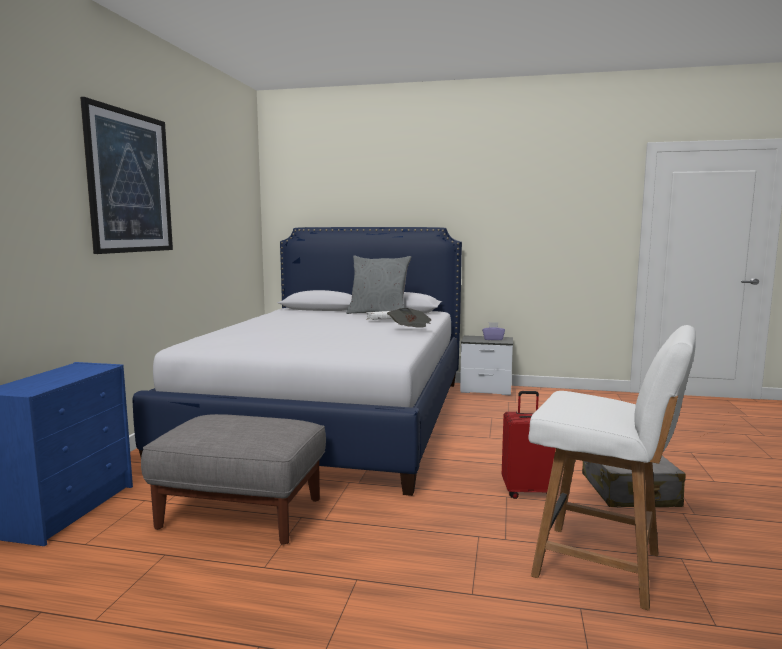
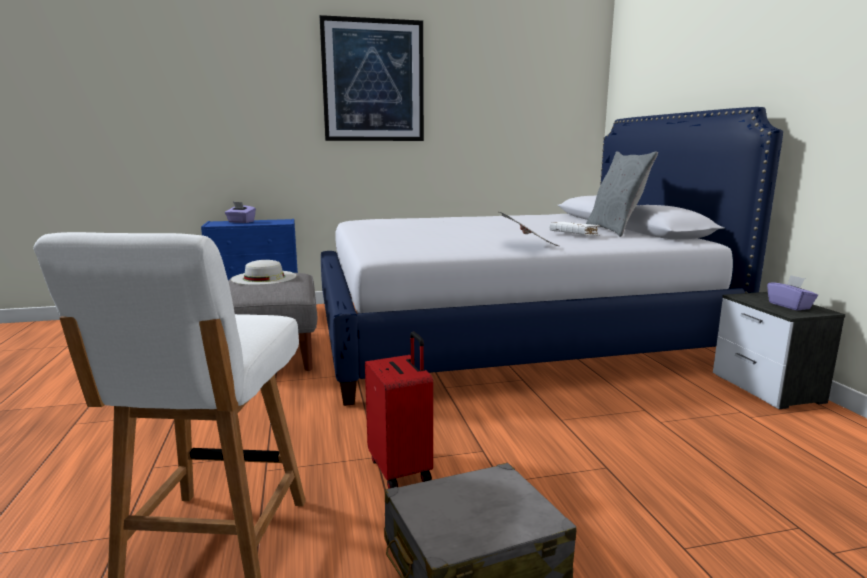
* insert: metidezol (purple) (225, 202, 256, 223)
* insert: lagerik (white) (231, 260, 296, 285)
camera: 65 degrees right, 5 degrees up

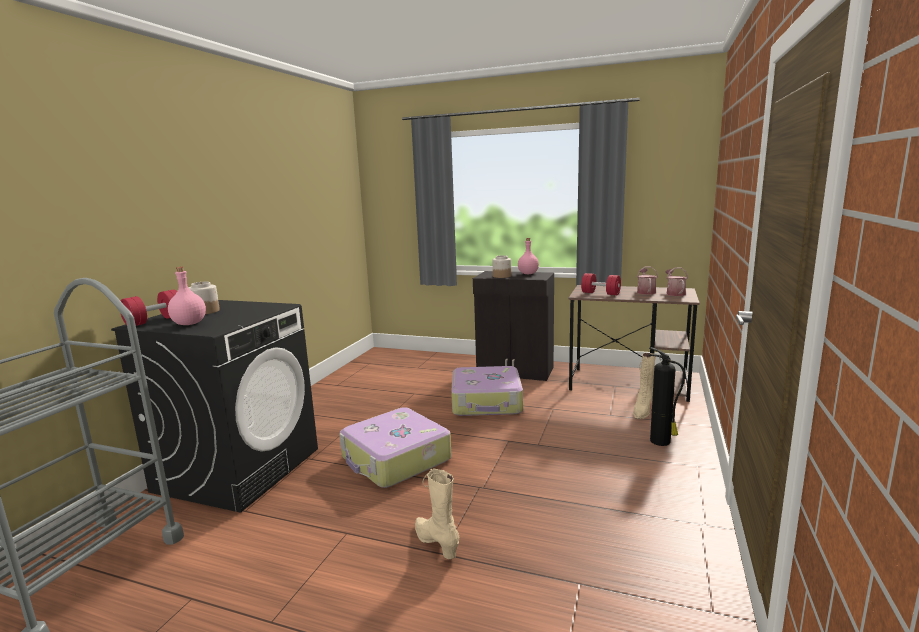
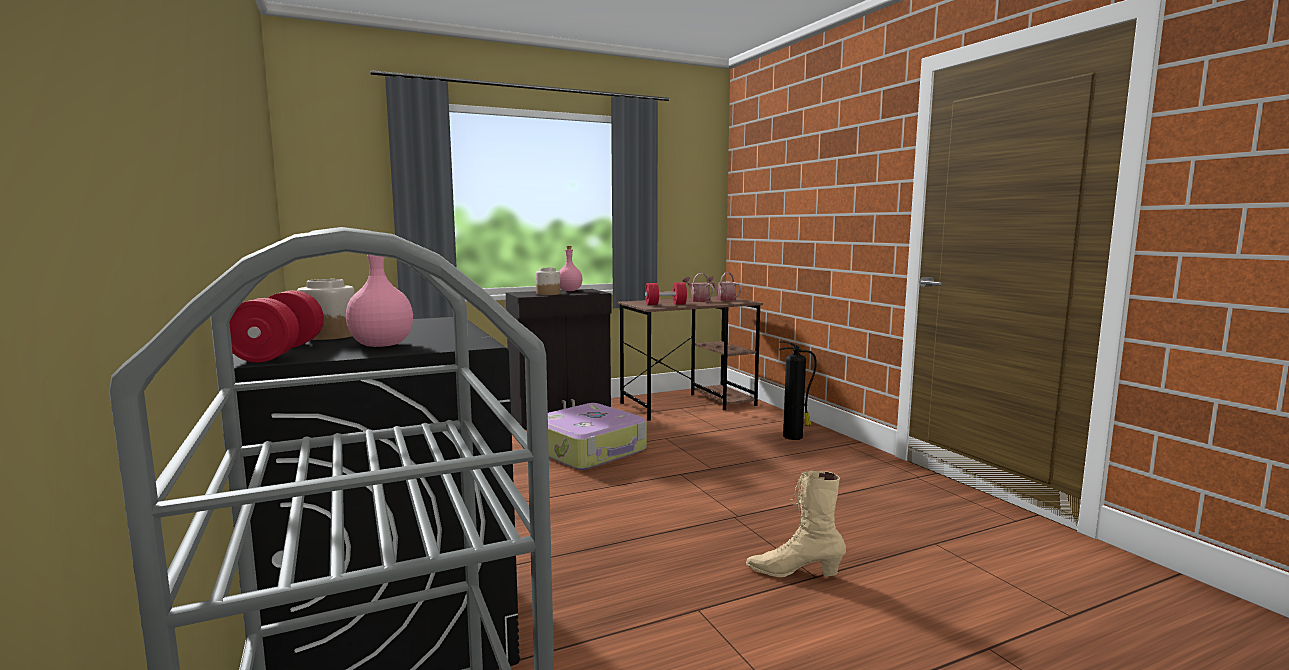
* delete: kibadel (339, 407, 452, 488)
* delete: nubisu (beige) (633, 353, 656, 419)
camera: 45 degrees left, 5 degrees down

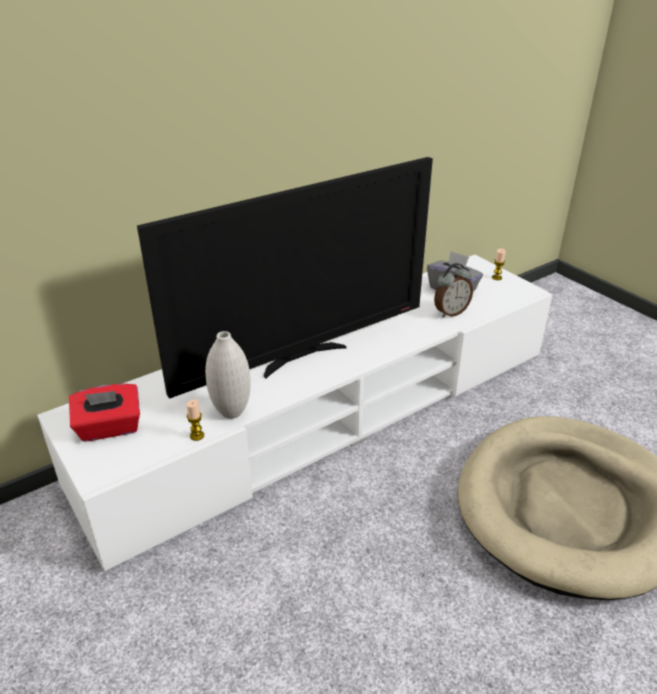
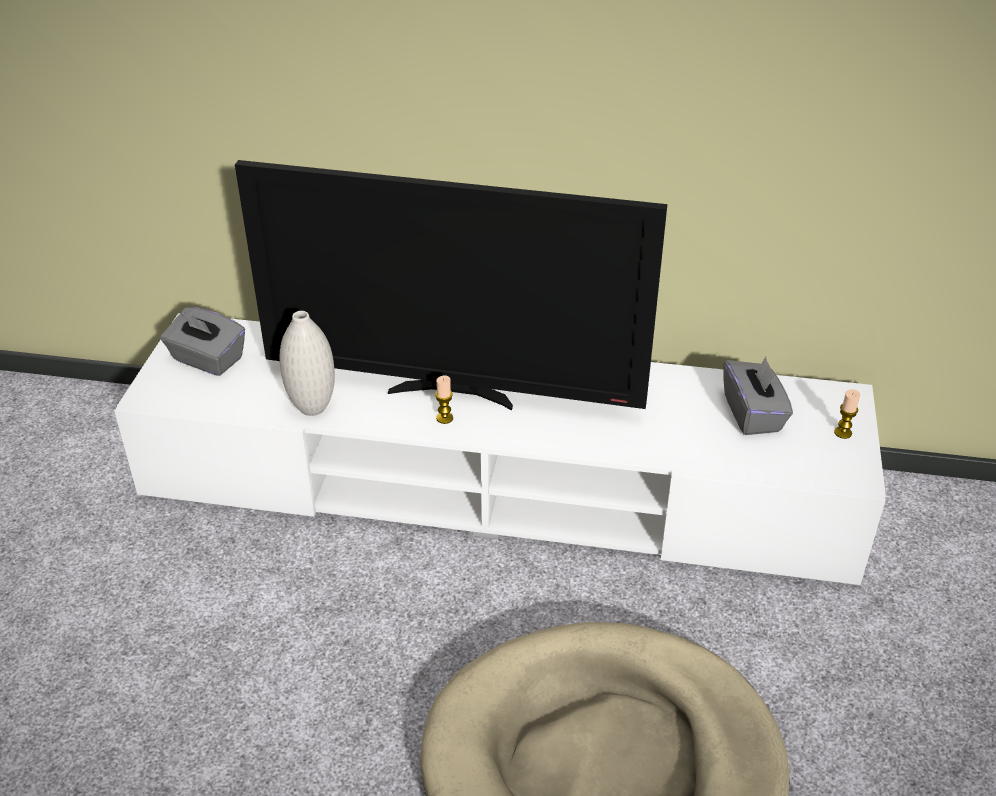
* delete: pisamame (434, 263, 473, 318)
* move: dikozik (186, 399, 204, 441) to (435, 375, 453, 424)
* recolor: metidezol (red) (69, 384, 140, 442) to metidezol (grey) (161, 307, 245, 376)
camera: 45 degrees right, 5 degrees up

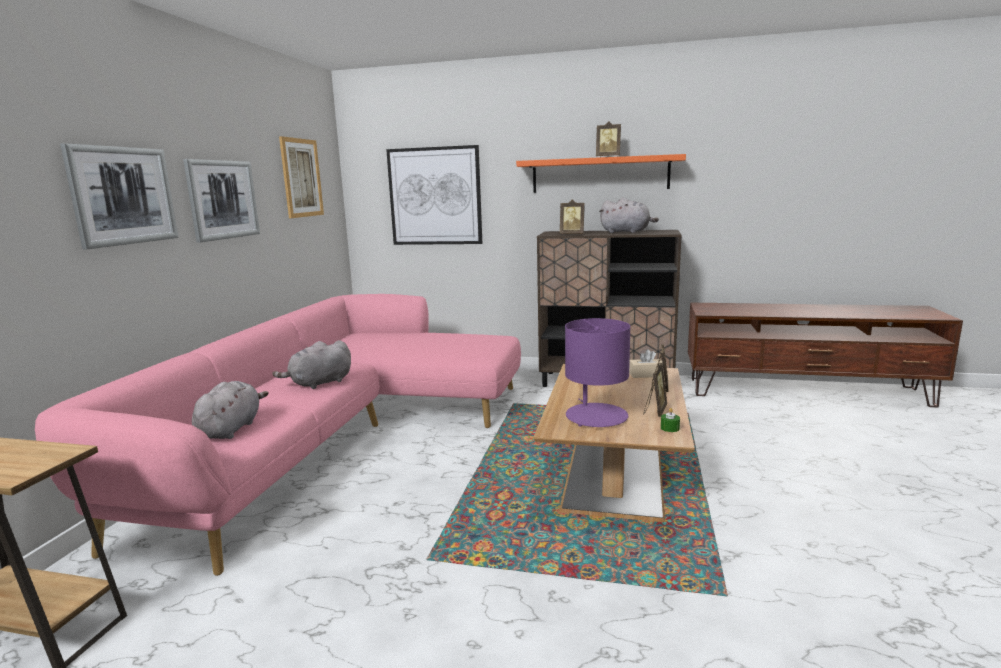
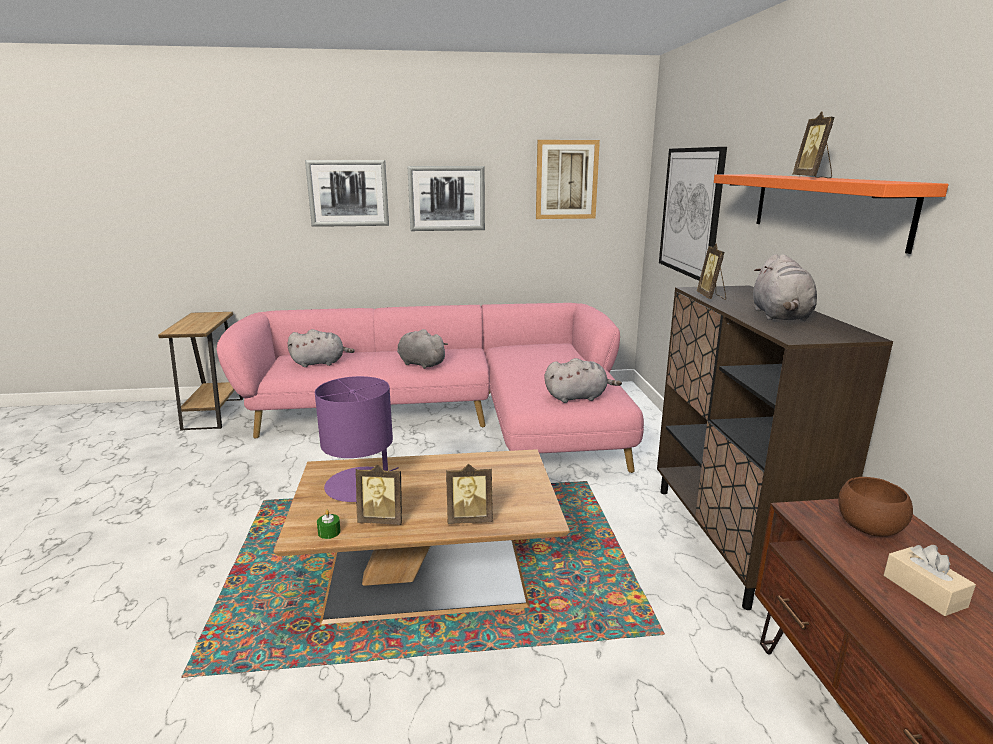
* insert: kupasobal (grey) (545, 358, 622, 403)
* insert: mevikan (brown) (838, 477, 913, 536)
* move: metidezol (beige) (629, 349, 664, 378) to (884, 545, 976, 616)
camera: 70 degrees right, 5 degrees up

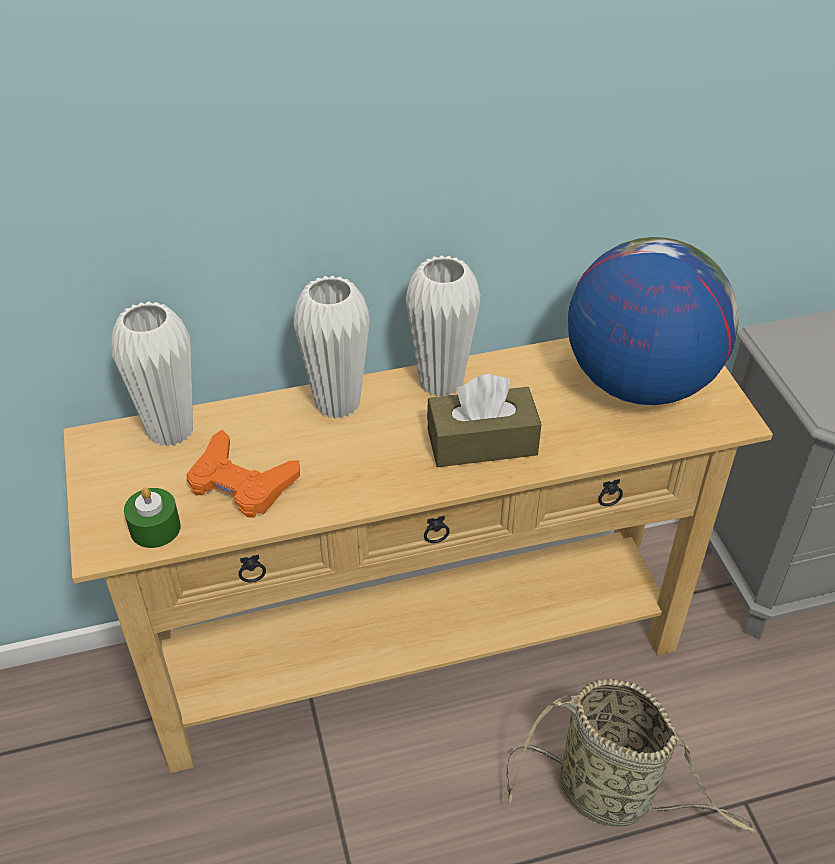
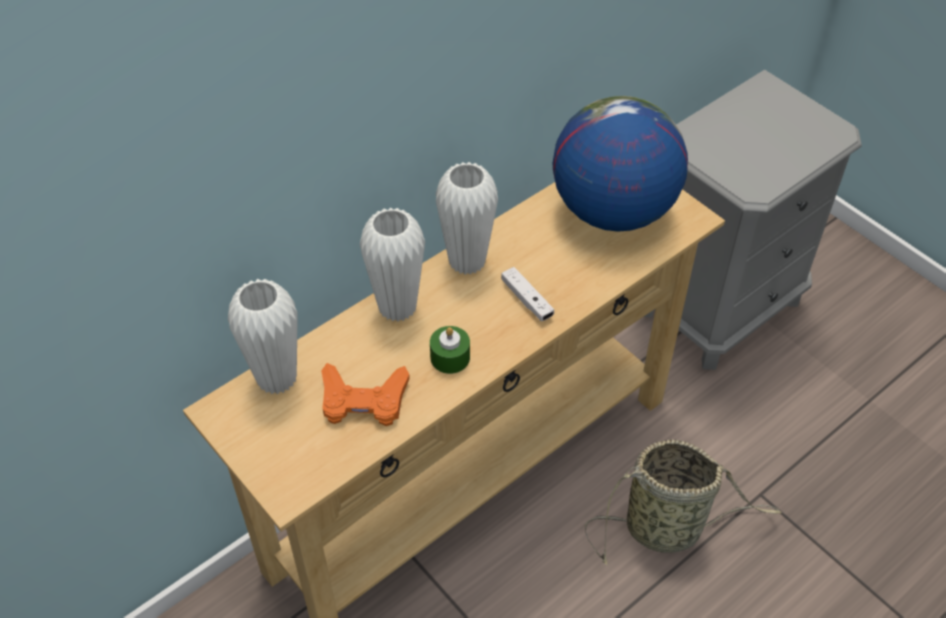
* move: dikozik (green) (124, 488, 181, 548) to (430, 326, 470, 374)
* replace: metidezol (brown) (427, 374, 542, 467) to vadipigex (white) (501, 267, 554, 321)
camera: 25 degrees left, 5 degrees up

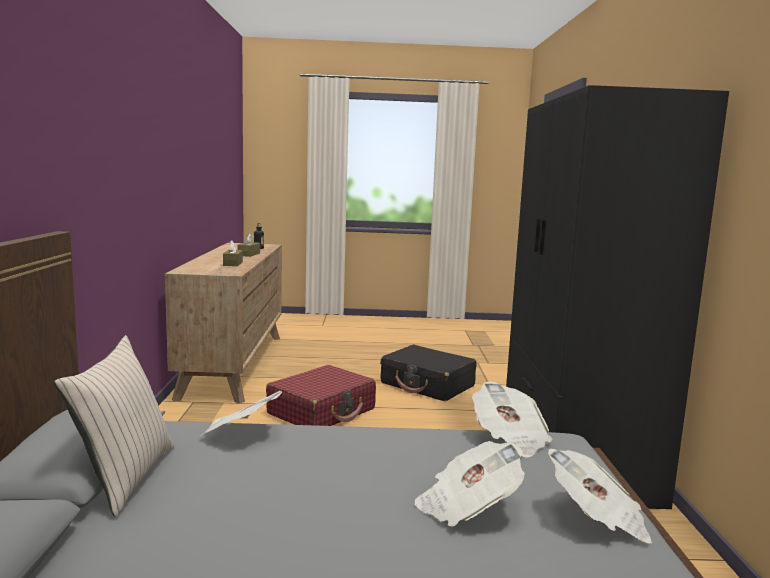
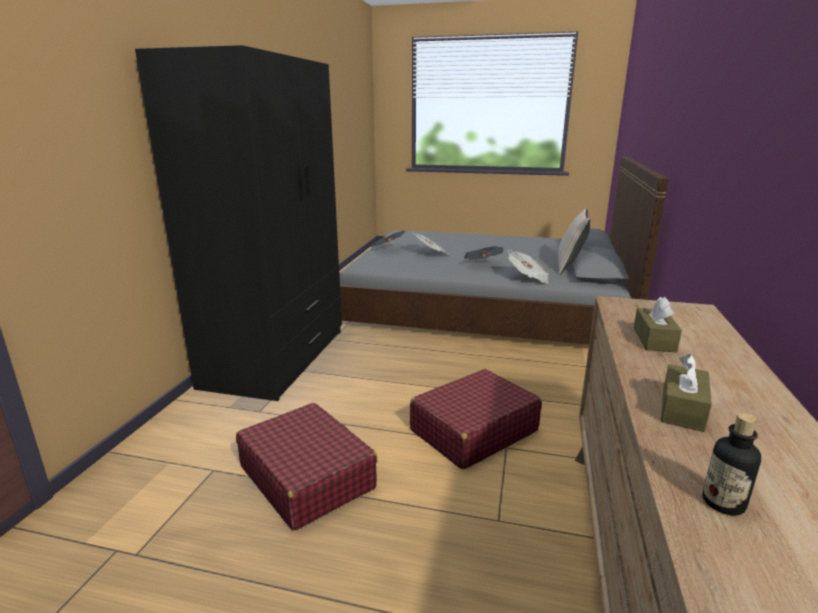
* move: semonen (472, 381, 553, 458) to (464, 246, 503, 260)
* recolor: kibadel (black) (380, 345, 477, 401) to kibadel (red) (236, 403, 377, 531)
camera: 165 degrees left, 10 degrees up

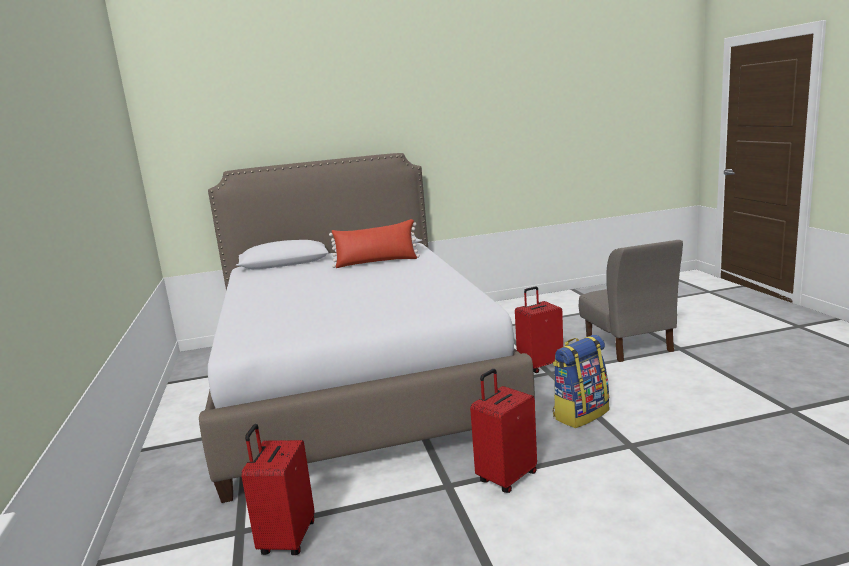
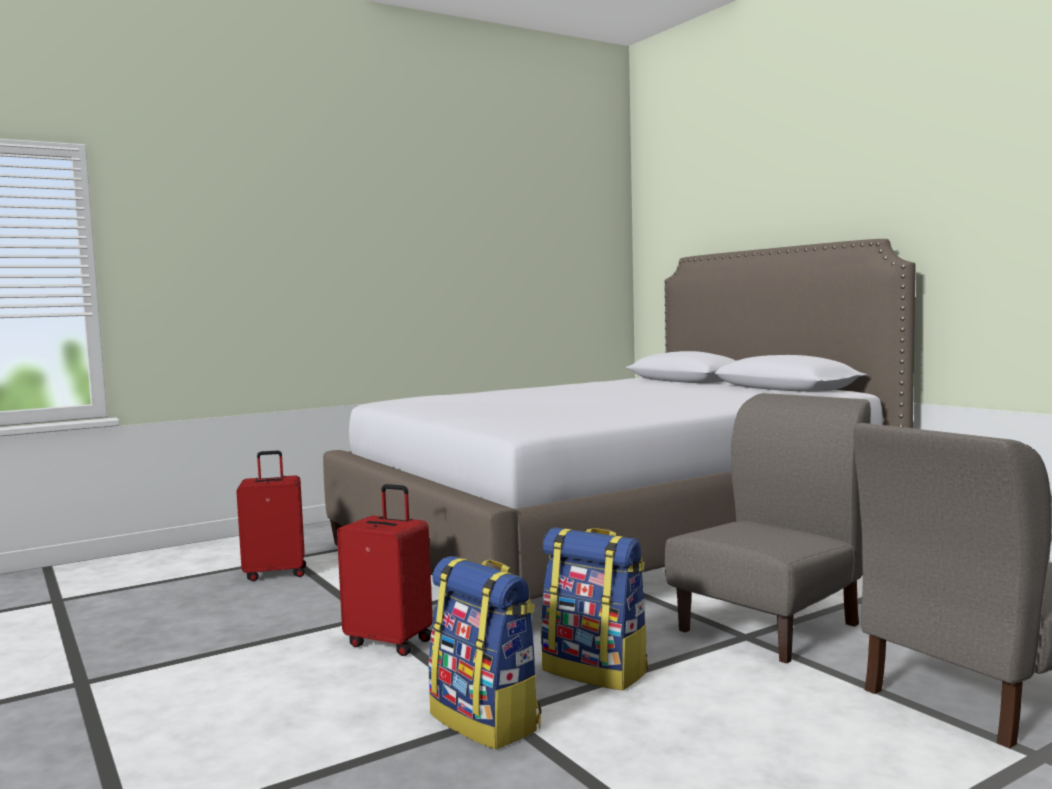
* delete: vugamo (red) (329, 219, 420, 268)
* insert: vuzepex (428, 556, 541, 749)
* replace: kibadel (red) (515, 286, 563, 373) to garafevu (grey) (665, 393, 871, 664)
camera: 70 degrees right, 10 degrees down

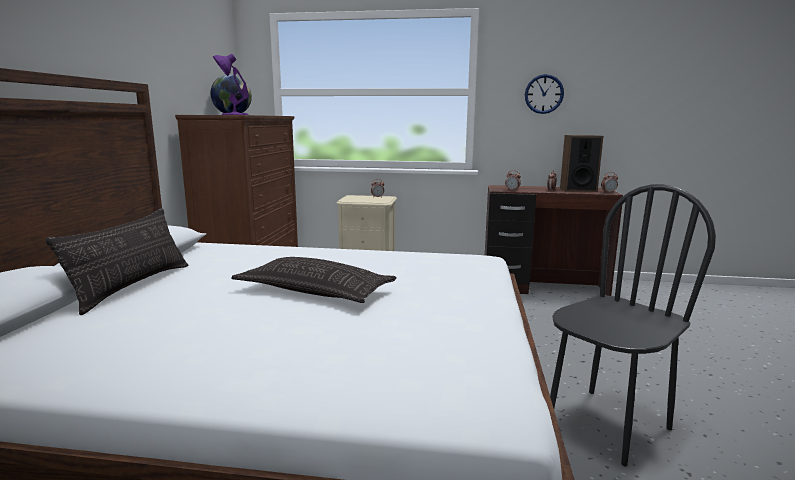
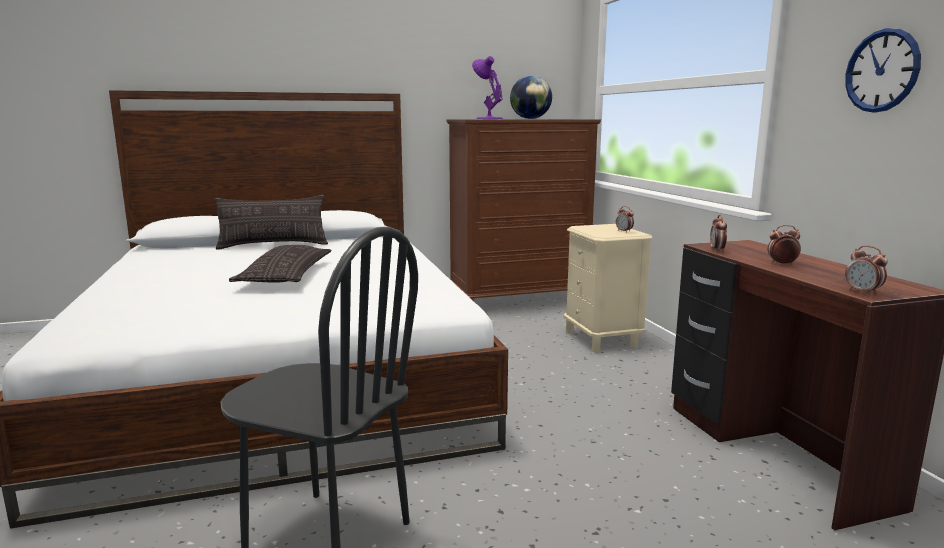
* delete: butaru (560, 135, 603, 192)
camera: 65 degrees right, 0 degrees up

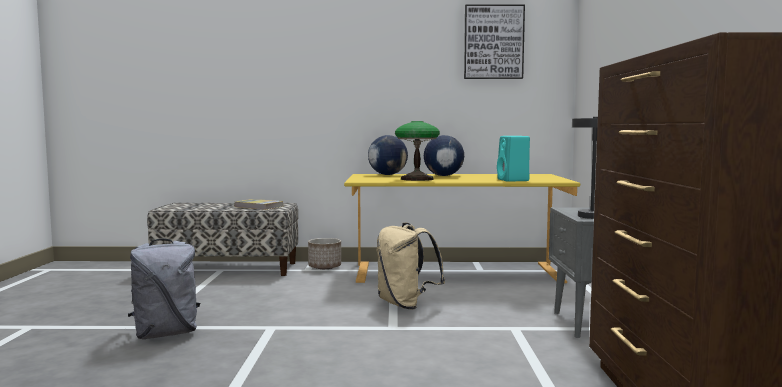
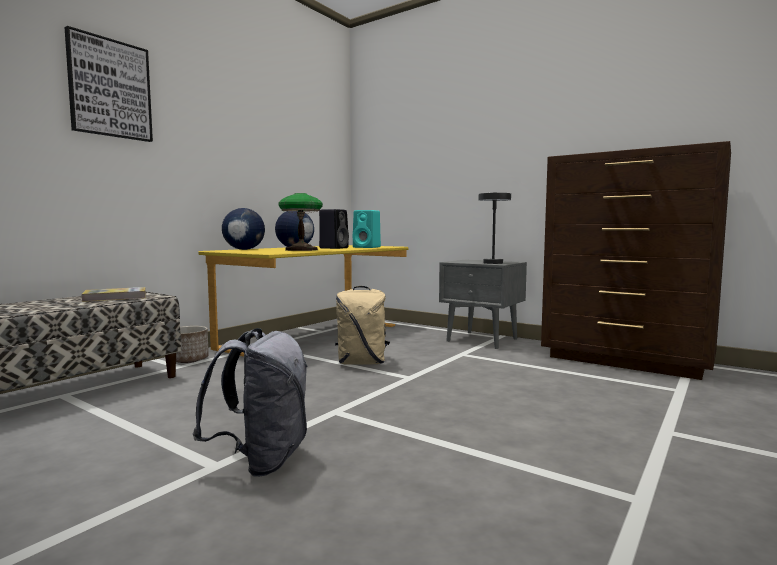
* insert: butaru (black) (319, 209, 349, 249)
* move: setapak (464, 4, 525, 79) to (64, 26, 153, 142)
camera: 55 degrees left, 0 degrees up

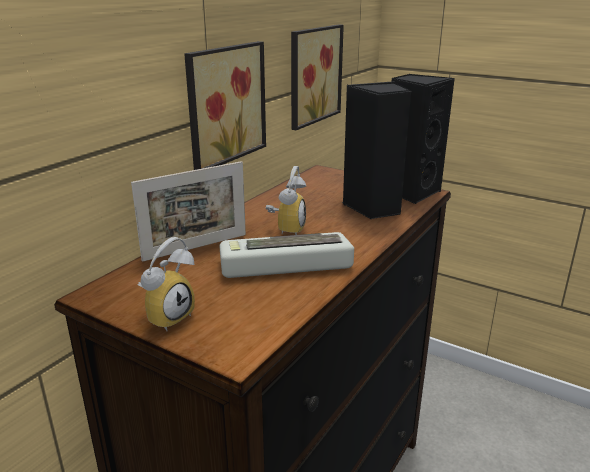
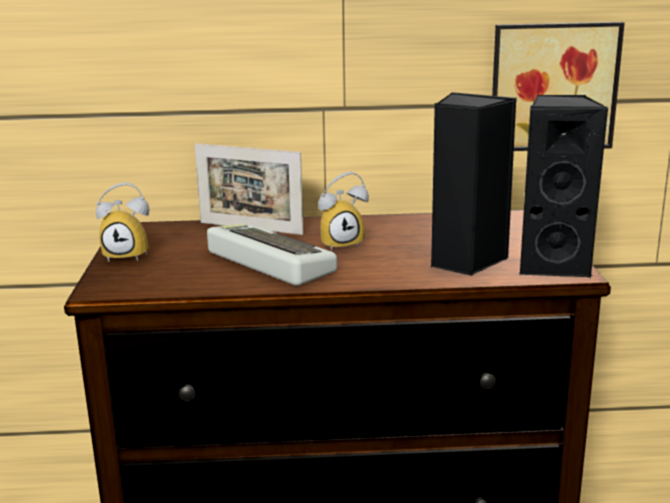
* delete: setapak (184, 41, 266, 170)
camera: 55 degrees right, 5 degrees down

